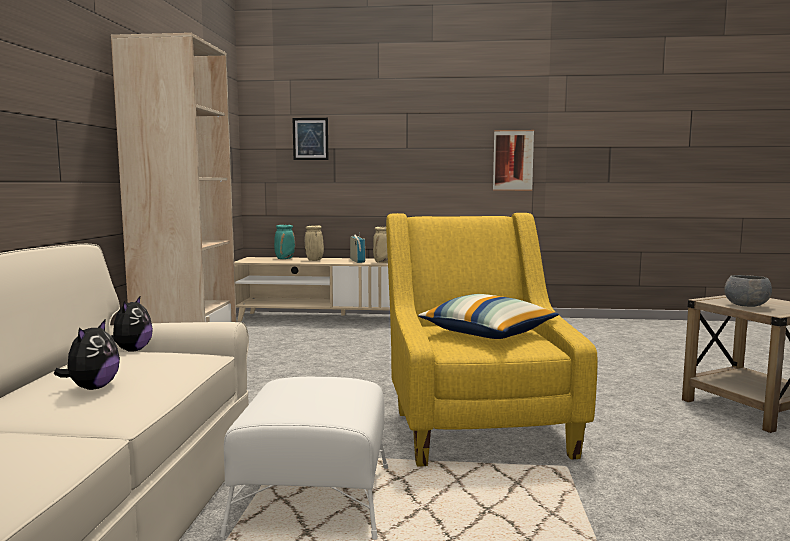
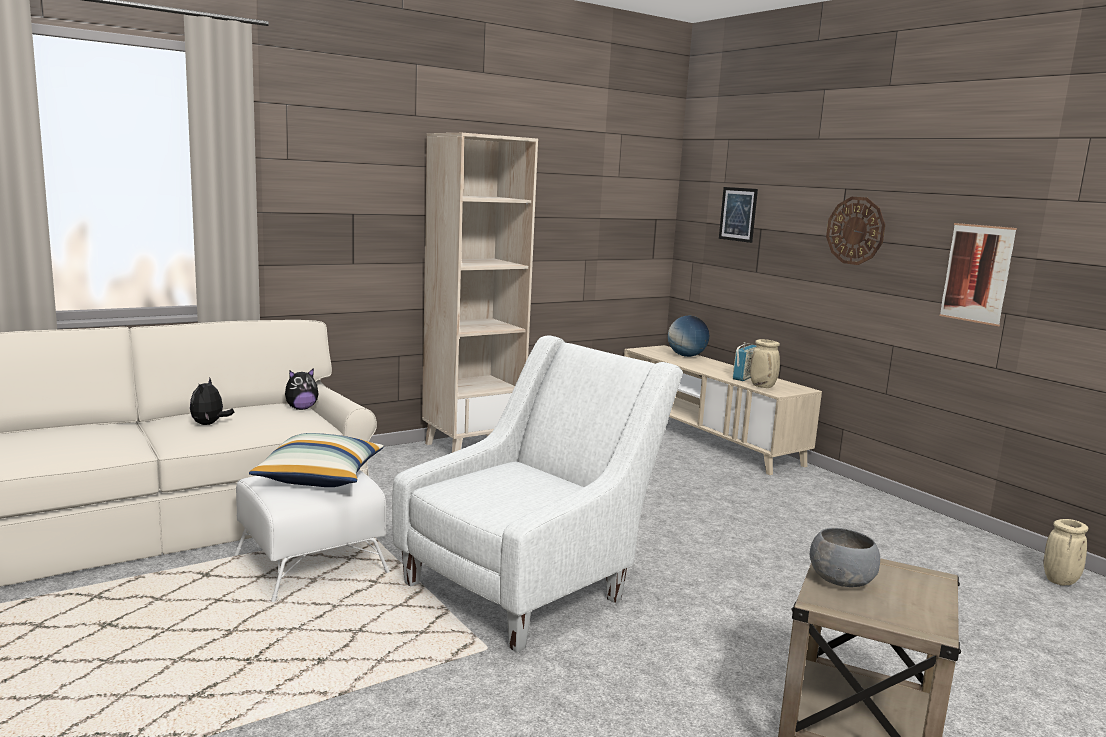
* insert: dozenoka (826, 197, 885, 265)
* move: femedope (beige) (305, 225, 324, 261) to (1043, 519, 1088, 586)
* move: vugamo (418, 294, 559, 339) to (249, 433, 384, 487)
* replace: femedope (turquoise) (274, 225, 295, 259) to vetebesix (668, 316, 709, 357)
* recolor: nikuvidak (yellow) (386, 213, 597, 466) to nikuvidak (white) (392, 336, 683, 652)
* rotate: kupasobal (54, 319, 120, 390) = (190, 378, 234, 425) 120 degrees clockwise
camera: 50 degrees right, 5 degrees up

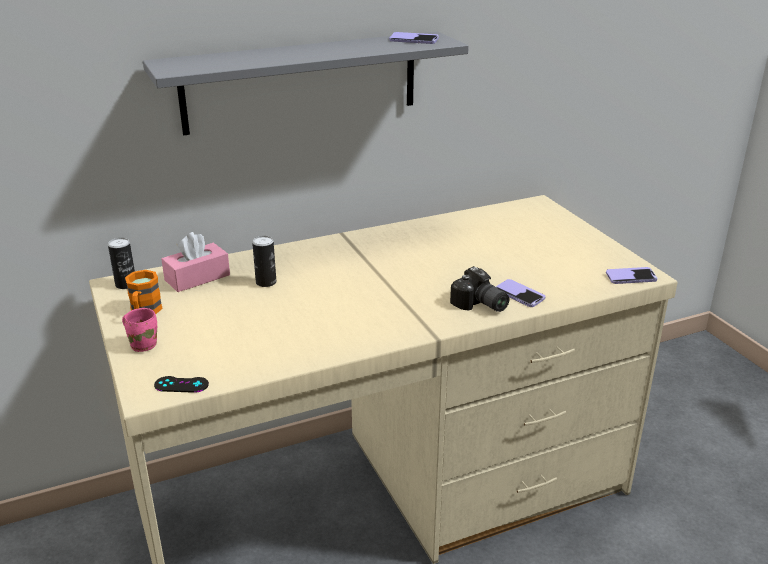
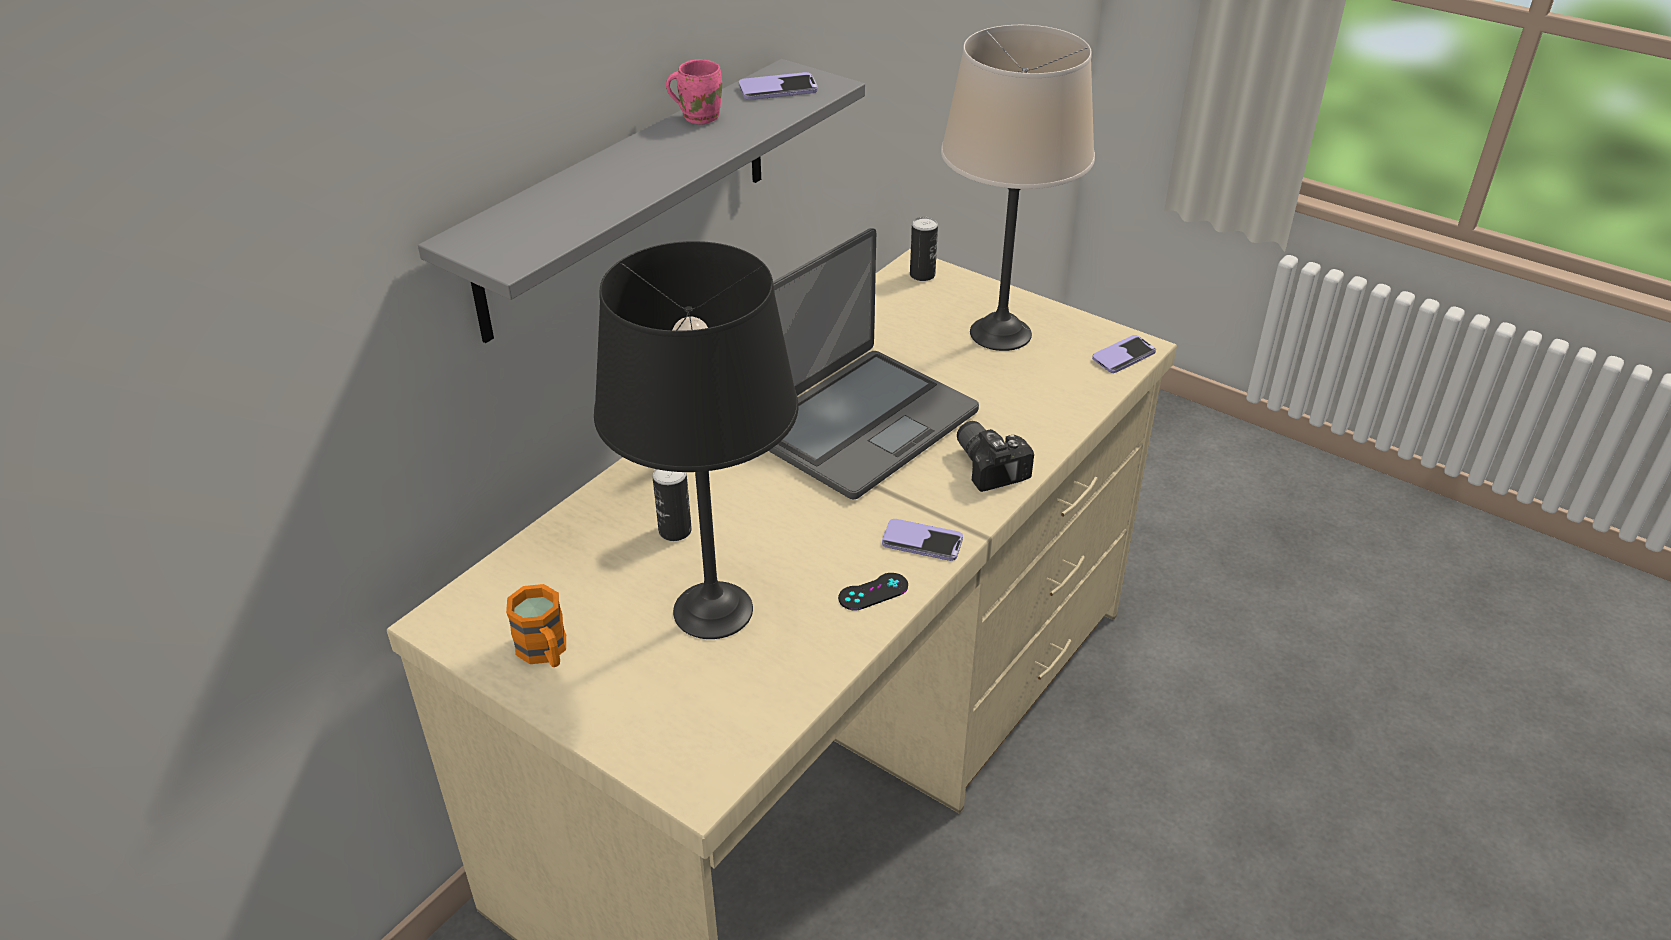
* delete: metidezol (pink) (161, 232, 230, 292)
* insert: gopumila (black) (594, 241, 799, 639)
* insert: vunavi (769, 228, 979, 499)
* insert: gopumila (beige) (941, 25, 1095, 351)
* move: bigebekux (108, 238, 135, 289) to (910, 217, 938, 281)
* move: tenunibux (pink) (122, 308, 157, 352) to (666, 59, 722, 125)
* move: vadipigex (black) (154, 376, 209, 393) to (838, 573, 908, 610)
* move: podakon (496, 279, 545, 307) to (882, 519, 963, 561)
* rotate: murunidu (450, 266, 509, 312) = (957, 421, 1034, 492) 135 degrees counterclockwise
camera: 30 degrees left, 10 degrees up

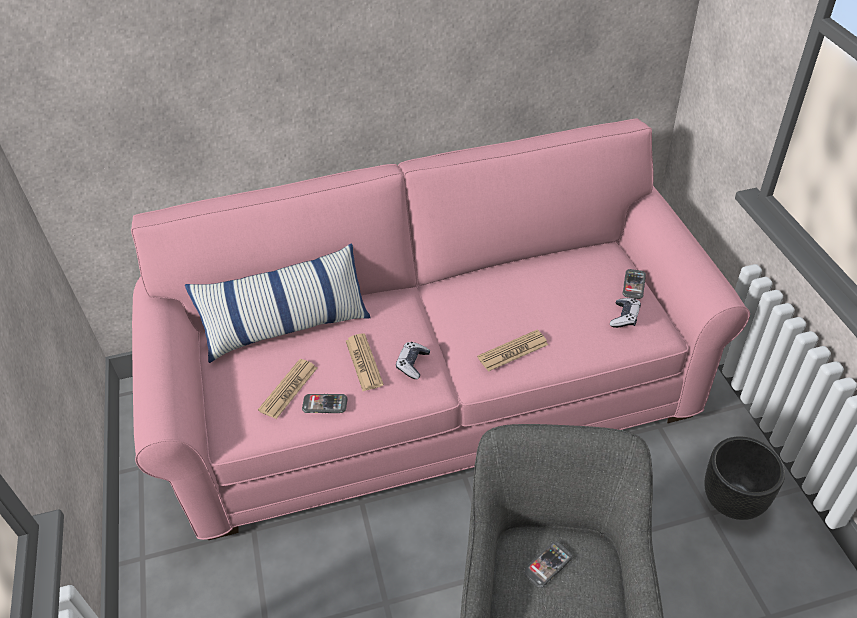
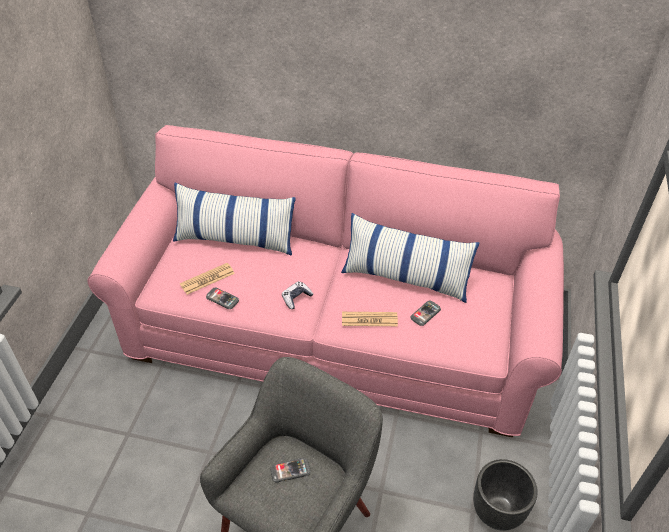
* delete: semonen (346, 333, 384, 391)
* delete: vadipigex (610, 298, 641, 328)
* insert: vugamo (341, 213, 479, 303)
* move: podakon (622, 269, 646, 299) to (410, 301, 441, 326)
camera: 25 degrees right, 0 degrees up

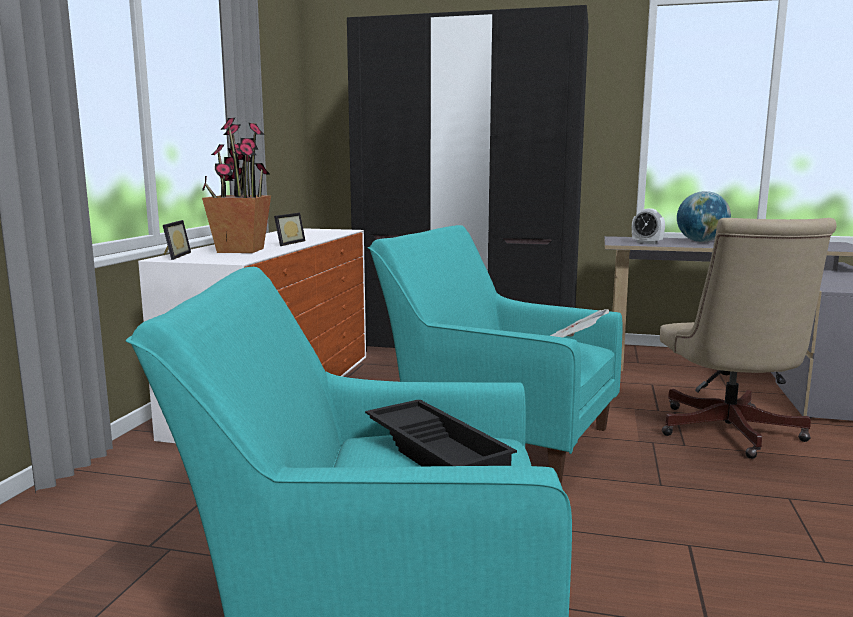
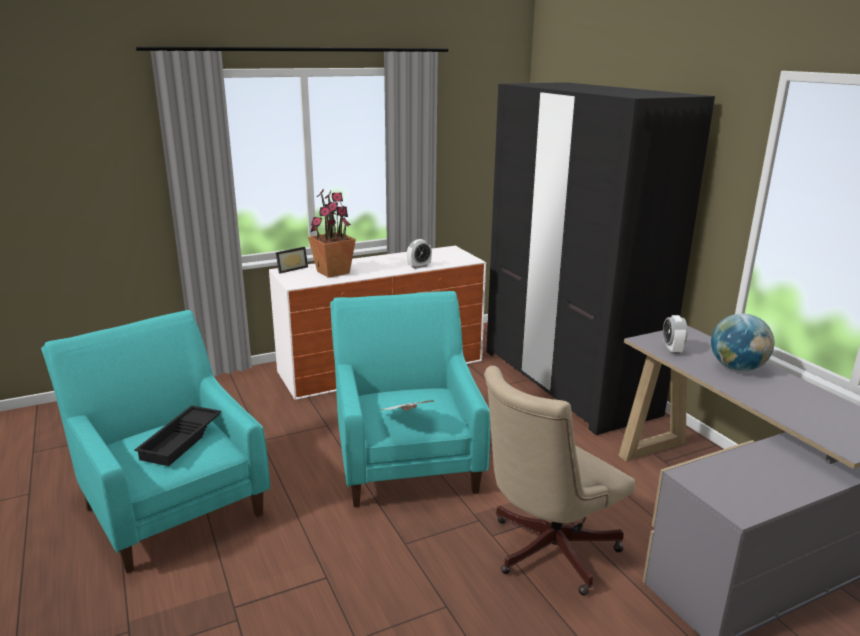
* delete: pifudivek (274, 213, 305, 246)
* insert: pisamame (407, 239, 432, 269)
camera: 50 degrees right, 10 degrees up

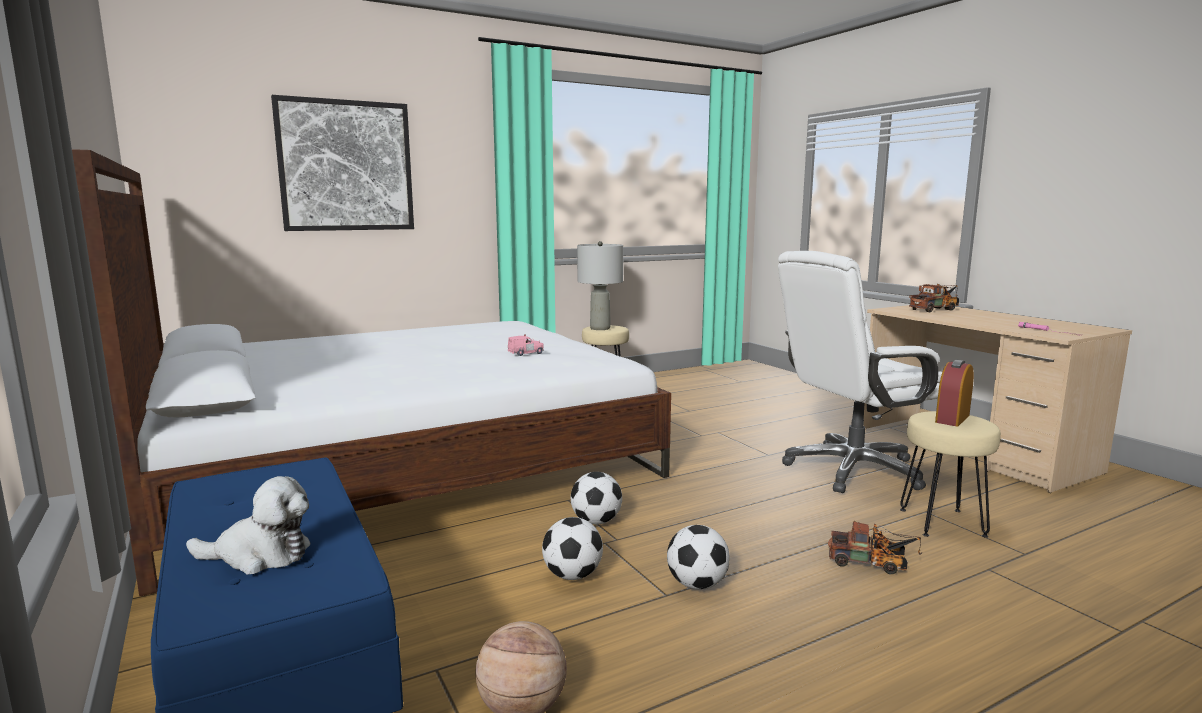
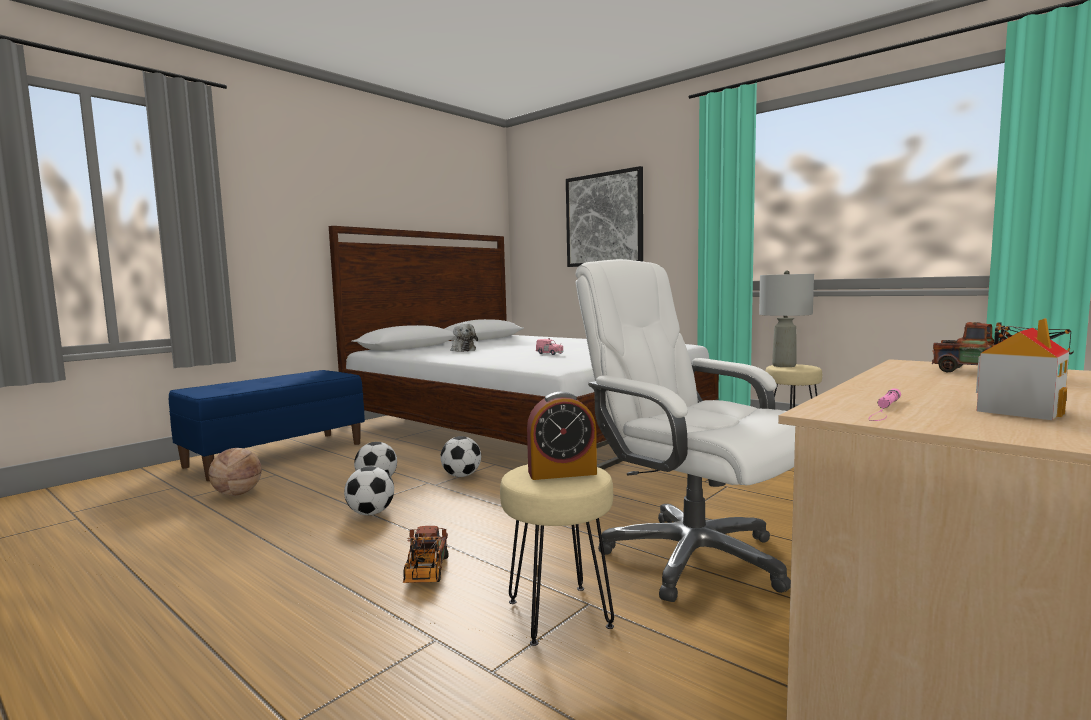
* insert: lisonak (976, 318, 1069, 420)
* move: kupasobal (186, 476, 310, 575) to (451, 323, 478, 352)
* rotate: pisamame (935, 359, 974, 426) = (527, 392, 597, 480) 150 degrees clockwise
camera: 70 degrees right, 5 degrees down

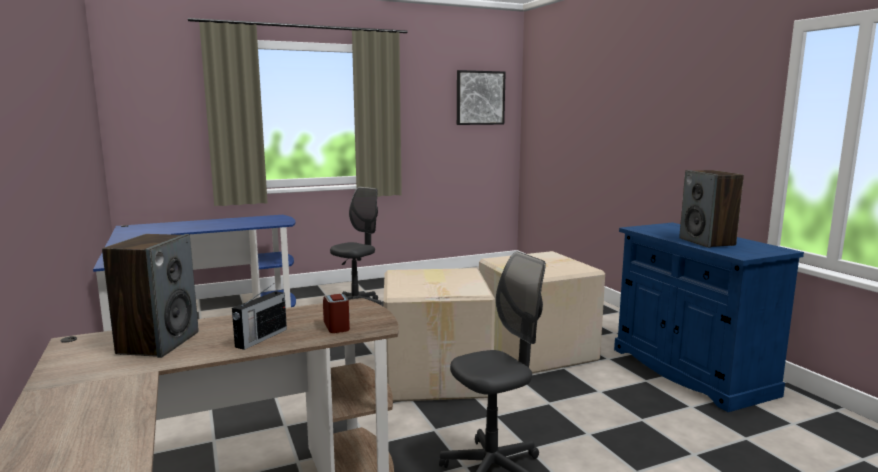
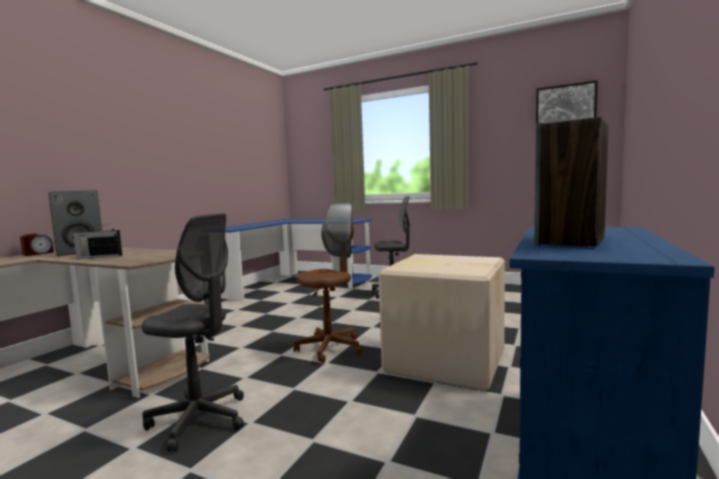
* move: pisamame (323, 294, 350, 333) to (20, 234, 54, 256)
* replace: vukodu (384, 268, 495, 402) to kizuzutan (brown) (293, 202, 363, 363)
camera: 50 degrees right, 5 degrees down

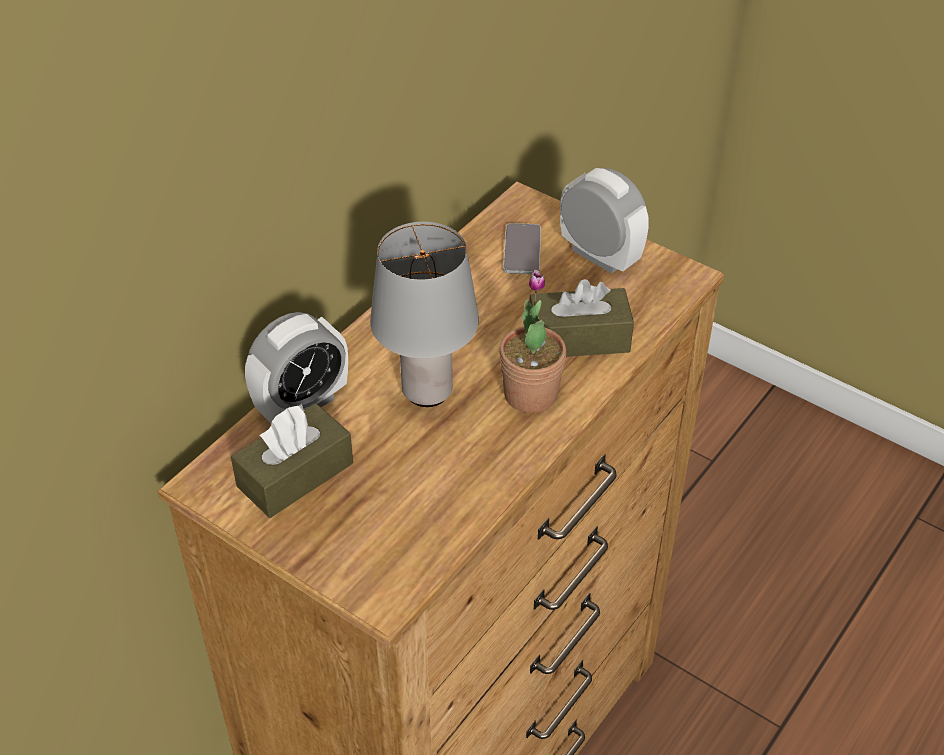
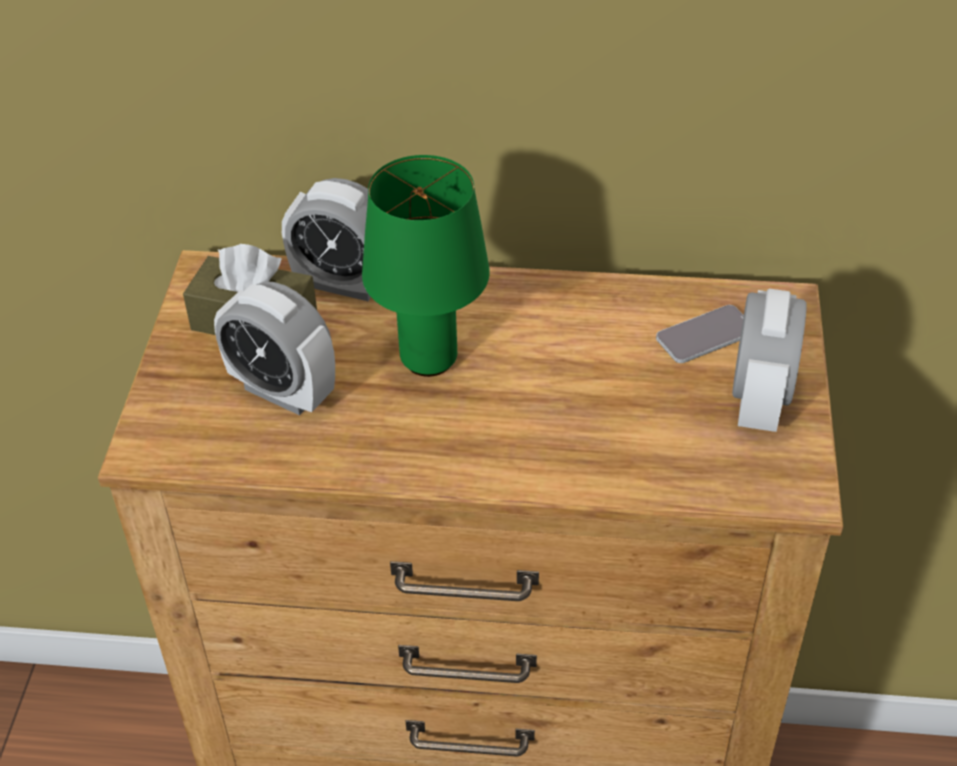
* delete: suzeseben (499, 270, 566, 413)
* delete: metidezol (brown) (529, 279, 634, 357)
* insert: pisamame (214, 282, 335, 415)
* recolor: gopumila (grey) (370, 222, 479, 407) to gopumila (green) (362, 155, 490, 377)
camera: 60 degrees right, 0 degrees up

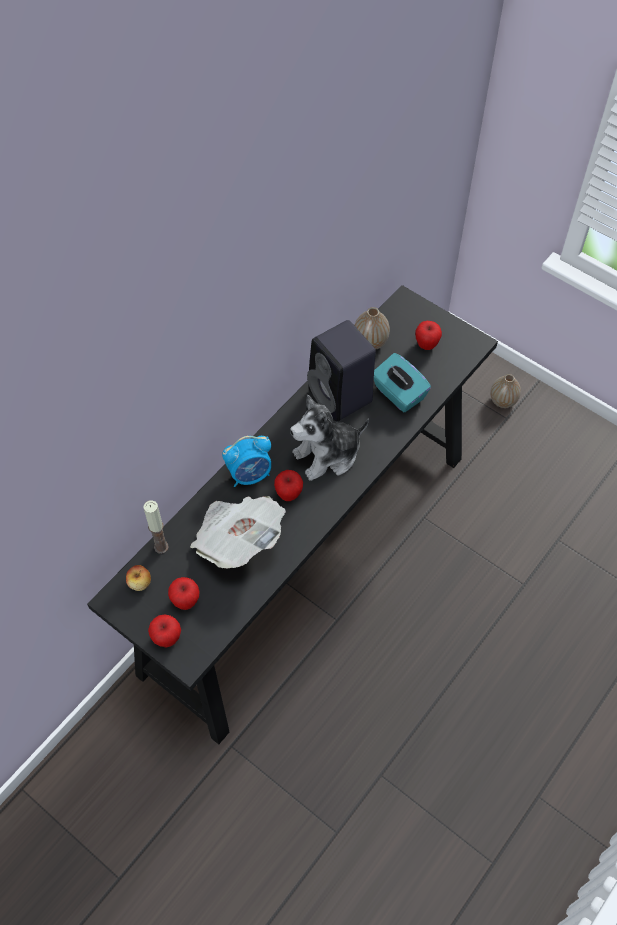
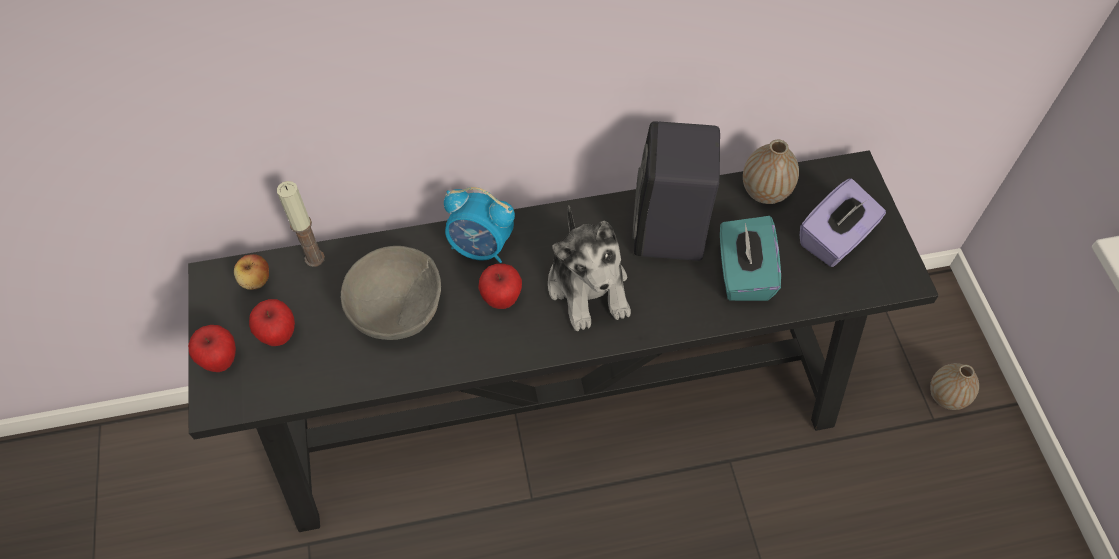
* replace: semonen (190, 496, 286, 569) to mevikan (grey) (341, 246, 441, 340)
* replace: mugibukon (415, 321, 442, 350) to metidezol (purple) (800, 178, 886, 267)
* rotate: kupasobal (290, 395, 369, 481) = (548, 206, 631, 331) 120 degrees counterclockwise
camera: 40 degrees right, 0 degrees up

